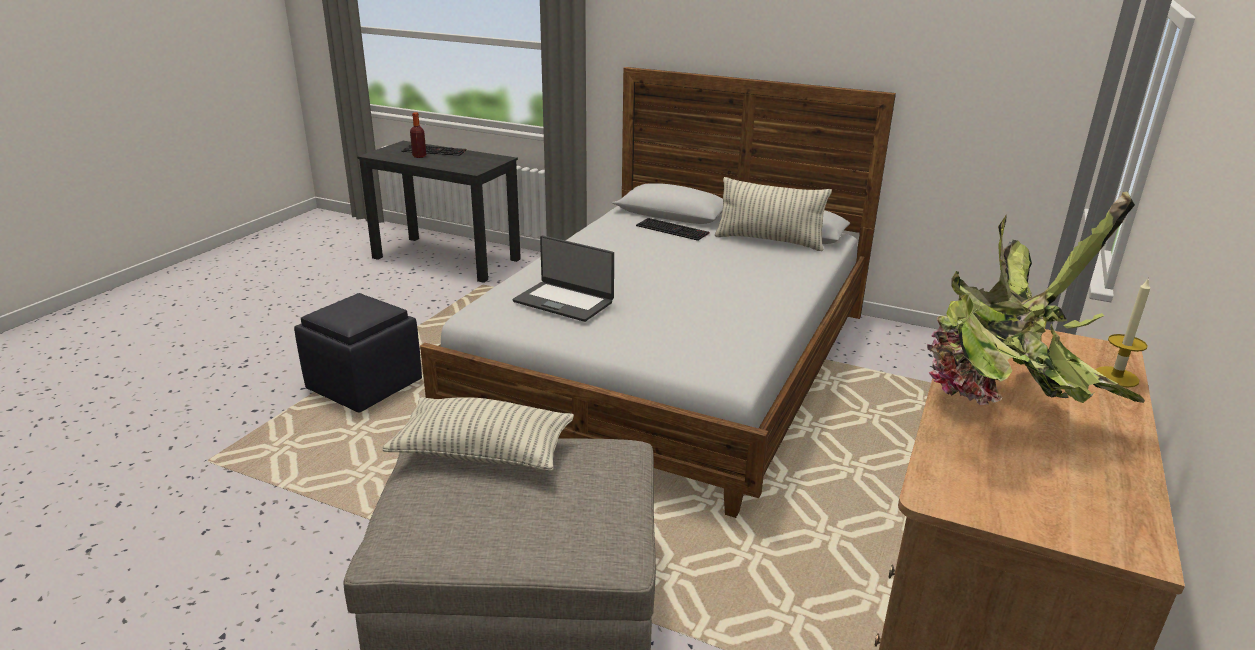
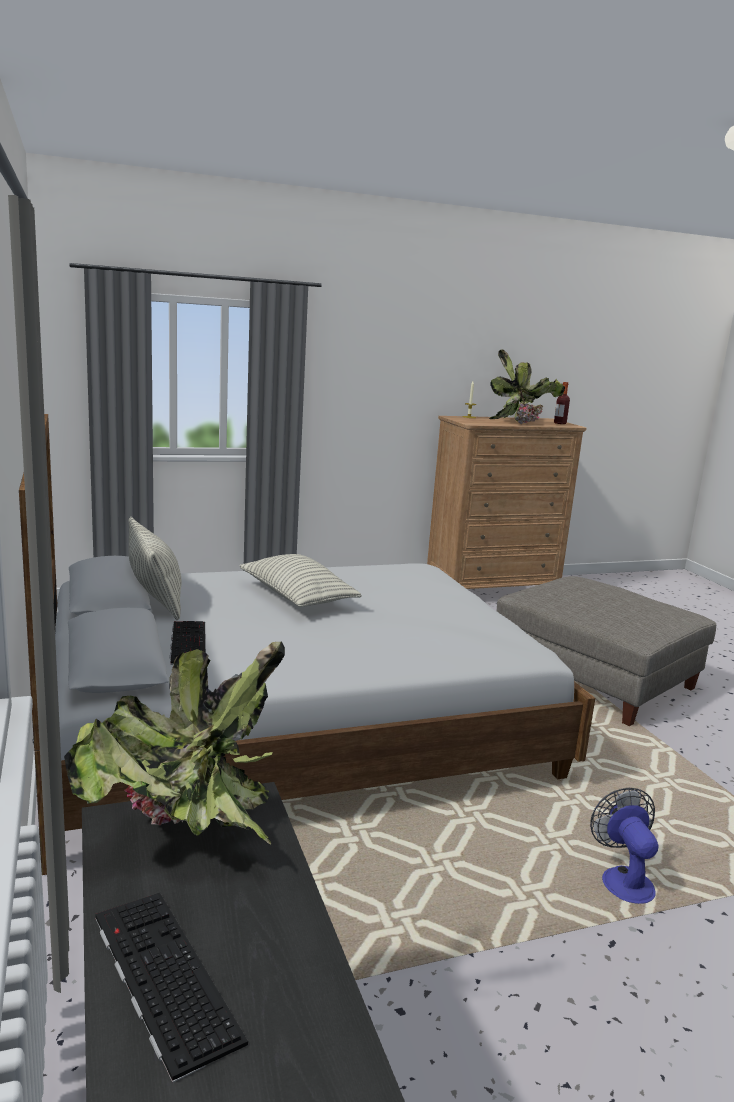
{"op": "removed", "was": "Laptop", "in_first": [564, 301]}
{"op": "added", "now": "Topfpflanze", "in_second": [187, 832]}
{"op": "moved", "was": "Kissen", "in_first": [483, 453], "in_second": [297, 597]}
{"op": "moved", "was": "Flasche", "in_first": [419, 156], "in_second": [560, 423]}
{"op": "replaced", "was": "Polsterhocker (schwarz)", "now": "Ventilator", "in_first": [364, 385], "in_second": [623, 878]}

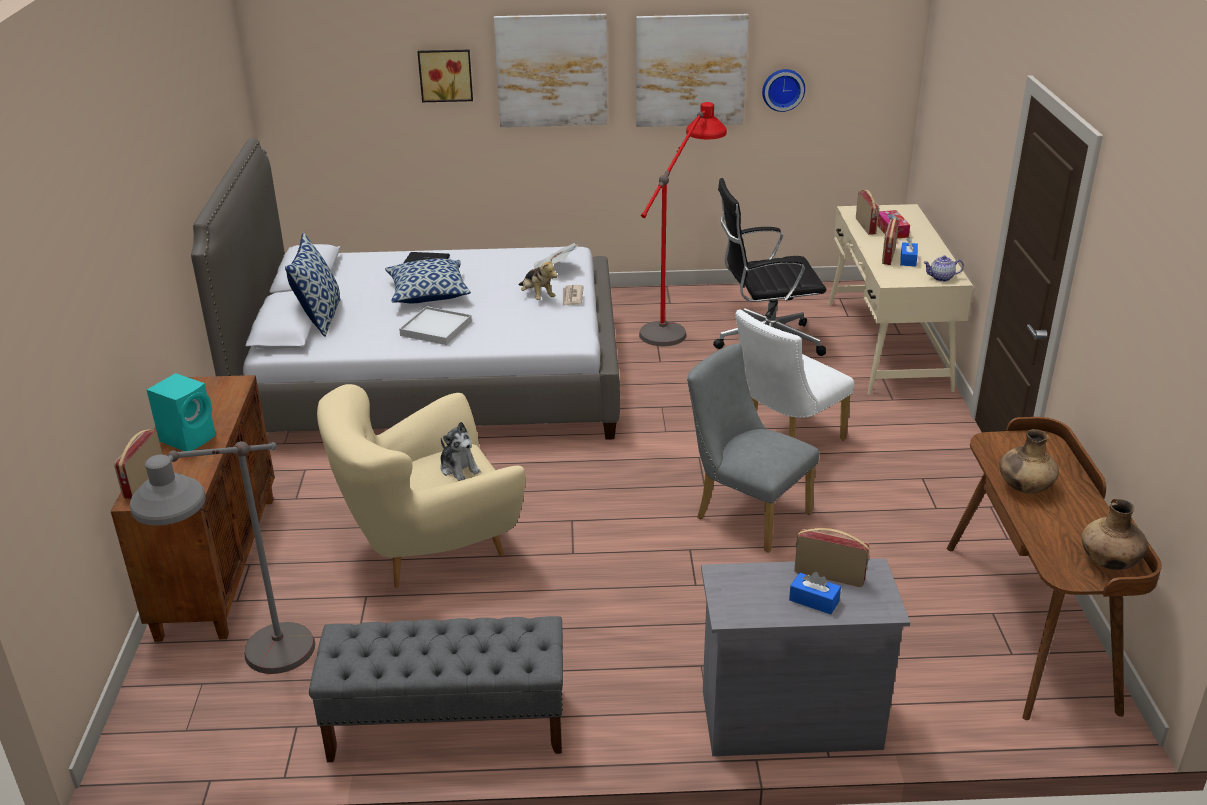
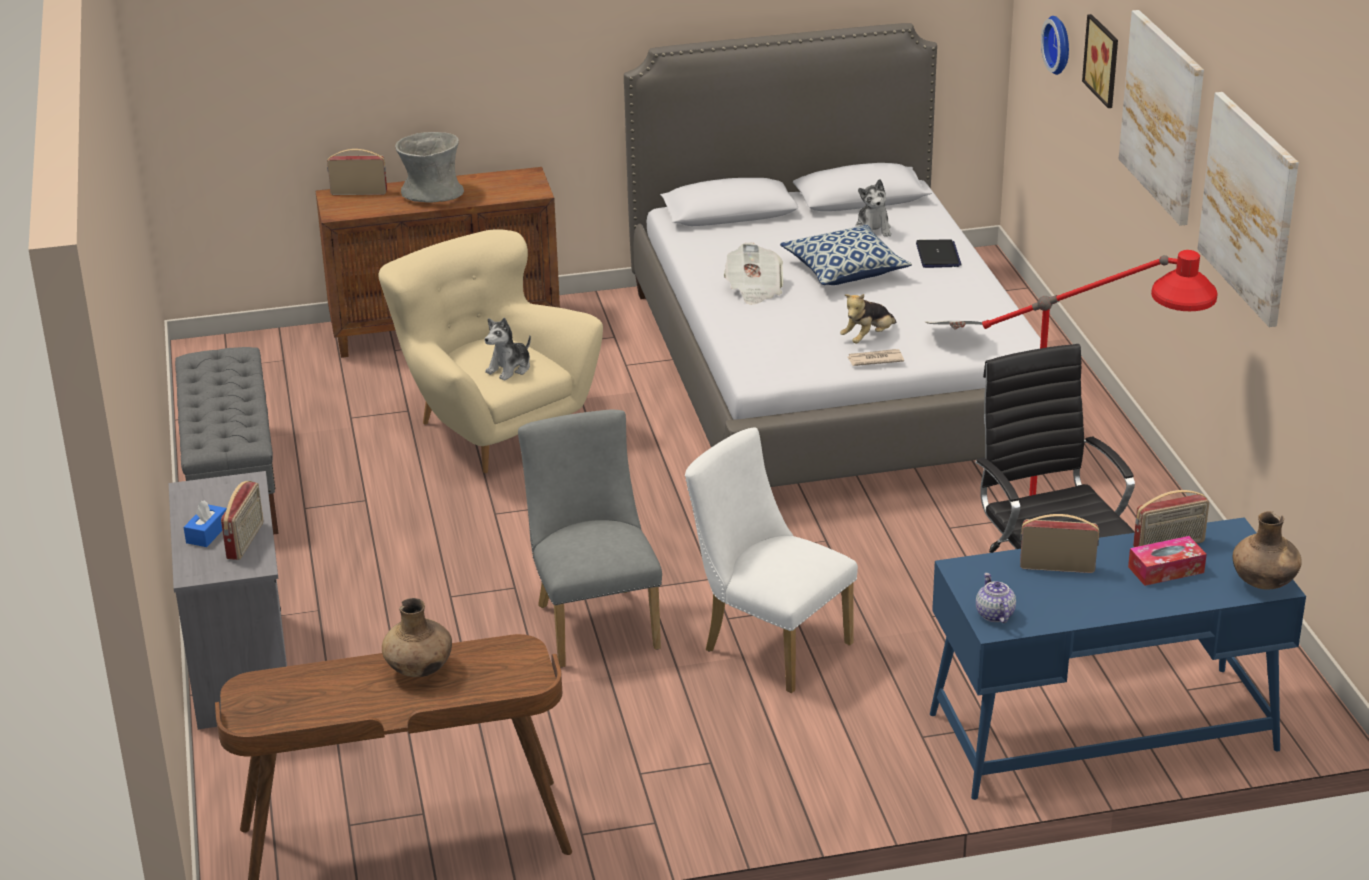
{"op": "removed", "was": "Stehlampe (grau)", "in_first": [259, 684]}
{"op": "removed", "was": "Kissen", "in_first": [319, 318]}
{"op": "removed", "was": "Taschentuchbox (blau)", "in_first": [908, 260]}
{"op": "added", "now": "Plüschtier", "in_second": [873, 229]}
{"op": "moved", "was": "Wanduhr", "in_first": [783, 89], "in_second": [1060, 44]}
{"op": "moved", "was": "Vase (braun)", "in_first": [1109, 562], "in_second": [1263, 583]}
{"op": "replaced", "was": "Lautsprecher (türkis)", "now": "Vase (grau)", "in_first": [189, 438], "in_second": [432, 194]}
{"op": "replaced", "was": "Tablett (weiß)", "now": "Zeitung", "in_first": [436, 329], "in_second": [754, 289]}
{"op": "recoloured", "was": "Schreibtisch (beige)", "now": "Schreibtisch (blau)", "in_first": [887, 345], "in_second": [1101, 731]}
{"op": "turned", "was": "Stuhl (grau)", "in_first": [745, 513], "in_second": [594, 621], "clockwise": -45}

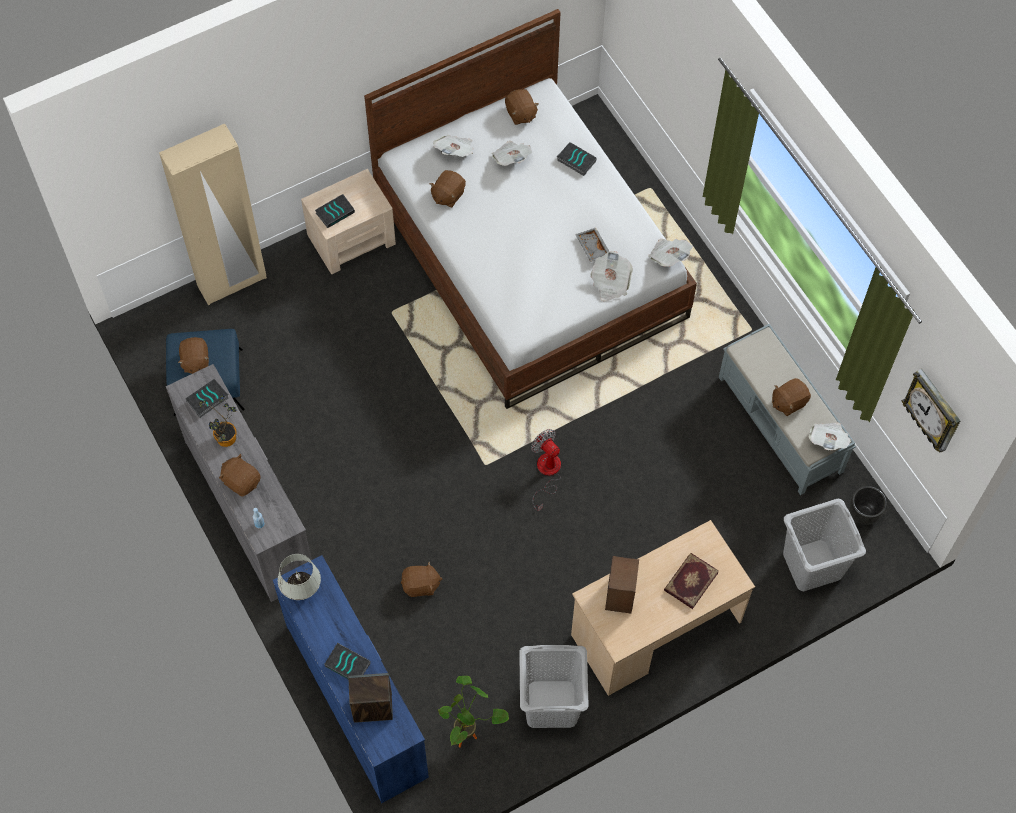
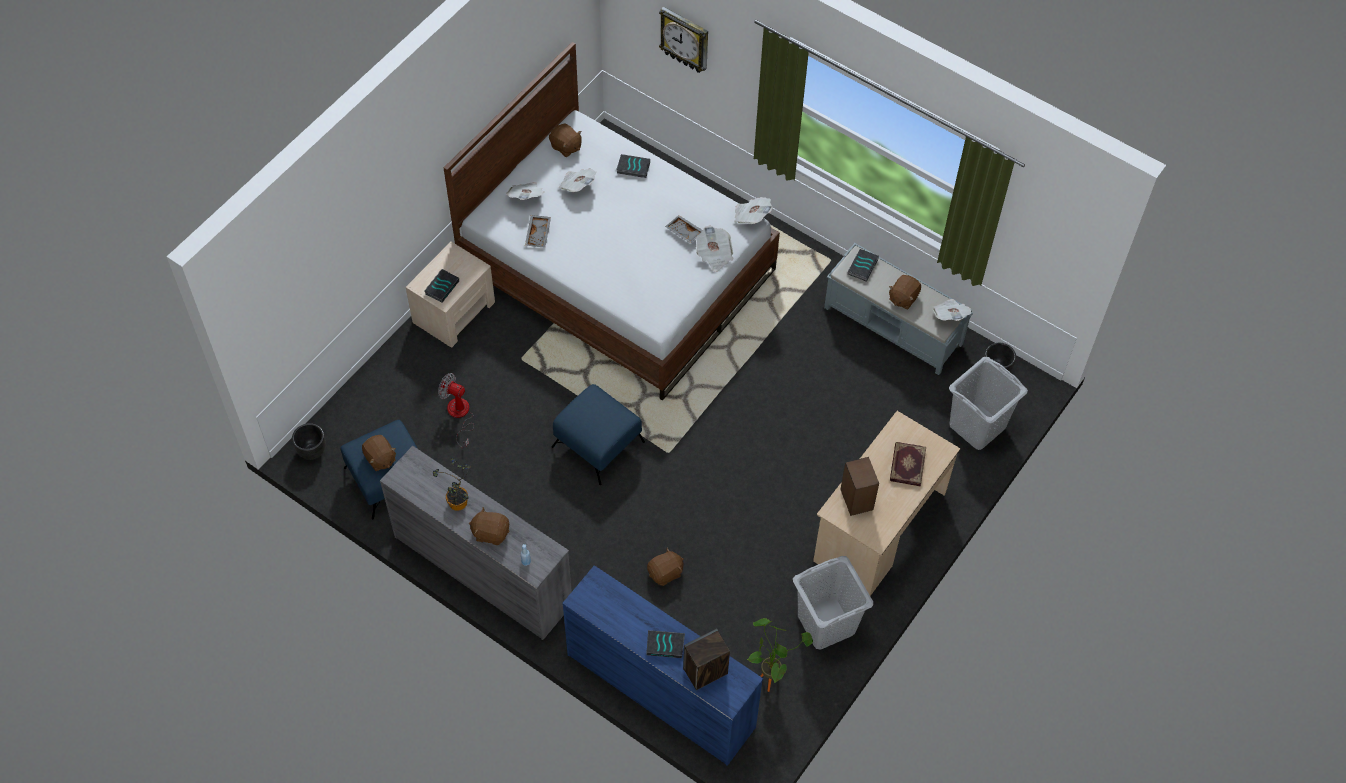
{"op": "removed", "was": "Kleiderschrank (beige)", "in_first": [232, 282]}
{"op": "removed", "was": "Tischlampe (weiß)", "in_first": [302, 591]}
{"op": "added", "now": "Pflanzkübel (schwarz)", "in_second": [312, 451]}
{"op": "added", "now": "Polsterhocker (blau)", "in_second": [598, 443]}
{"op": "moved", "was": "Buch", "in_first": [207, 400], "in_second": [863, 267]}
{"op": "moved", "was": "Ventilator", "in_first": [547, 473], "in_second": [459, 415]}
{"op": "moved", "was": "Wanduhr", "in_first": [933, 411], "in_second": [685, 40]}
{"op": "replaced", "was": "Plüschtier (braun)", "now": "Tablett (grau)", "in_first": [448, 195], "in_second": [539, 234]}

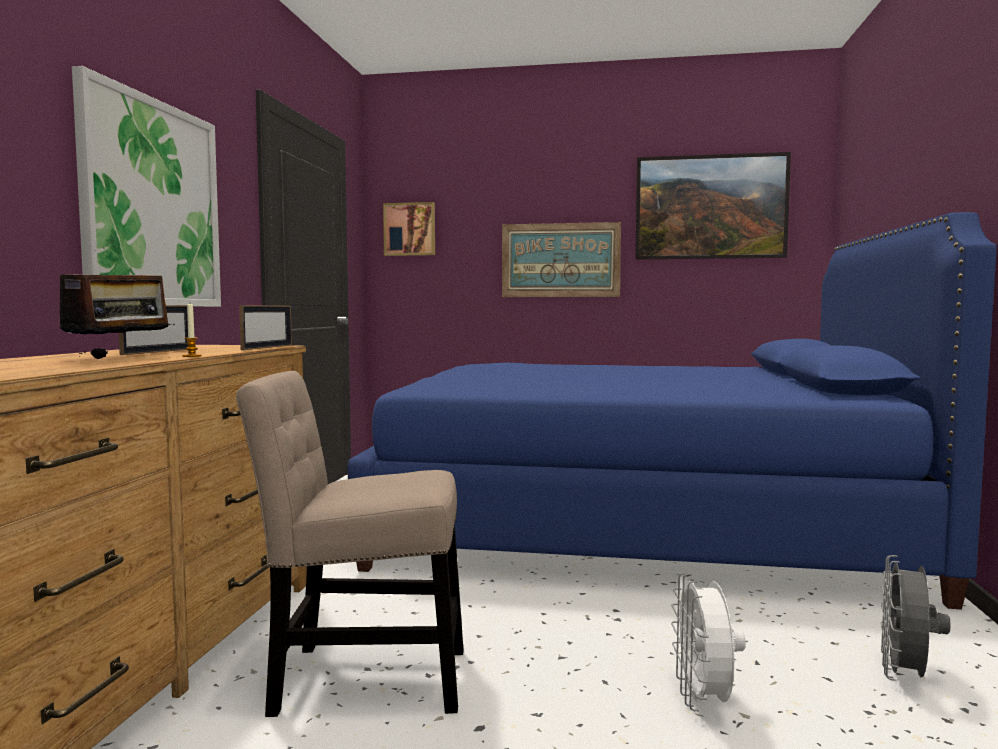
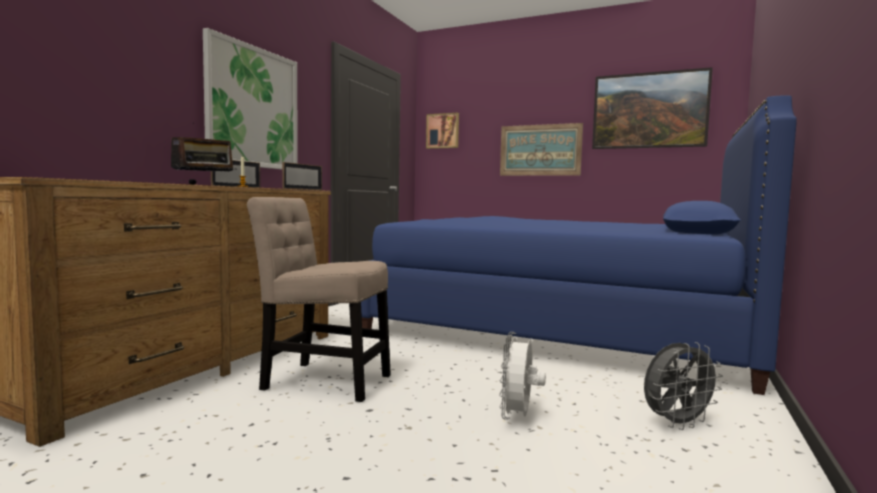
{"op": "turned", "was": "Ventilator (grau)", "in_first": [905, 676], "in_second": [677, 424], "clockwise": -150}

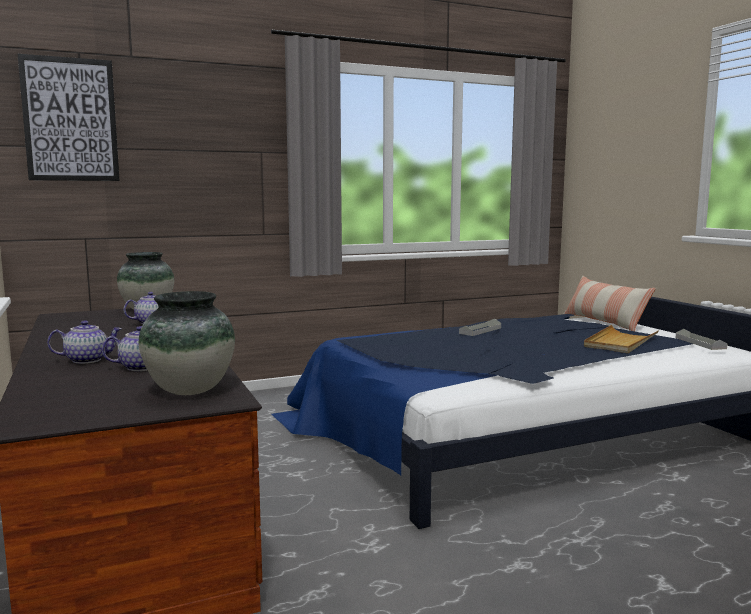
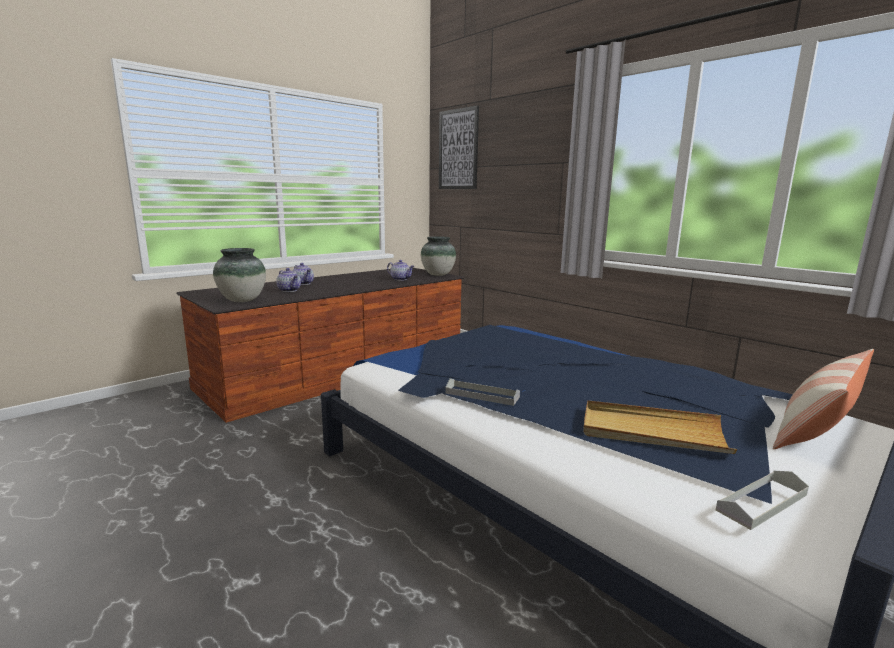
{"op": "moved", "was": "Tablett (grau)", "in_first": [480, 330], "in_second": [482, 395]}

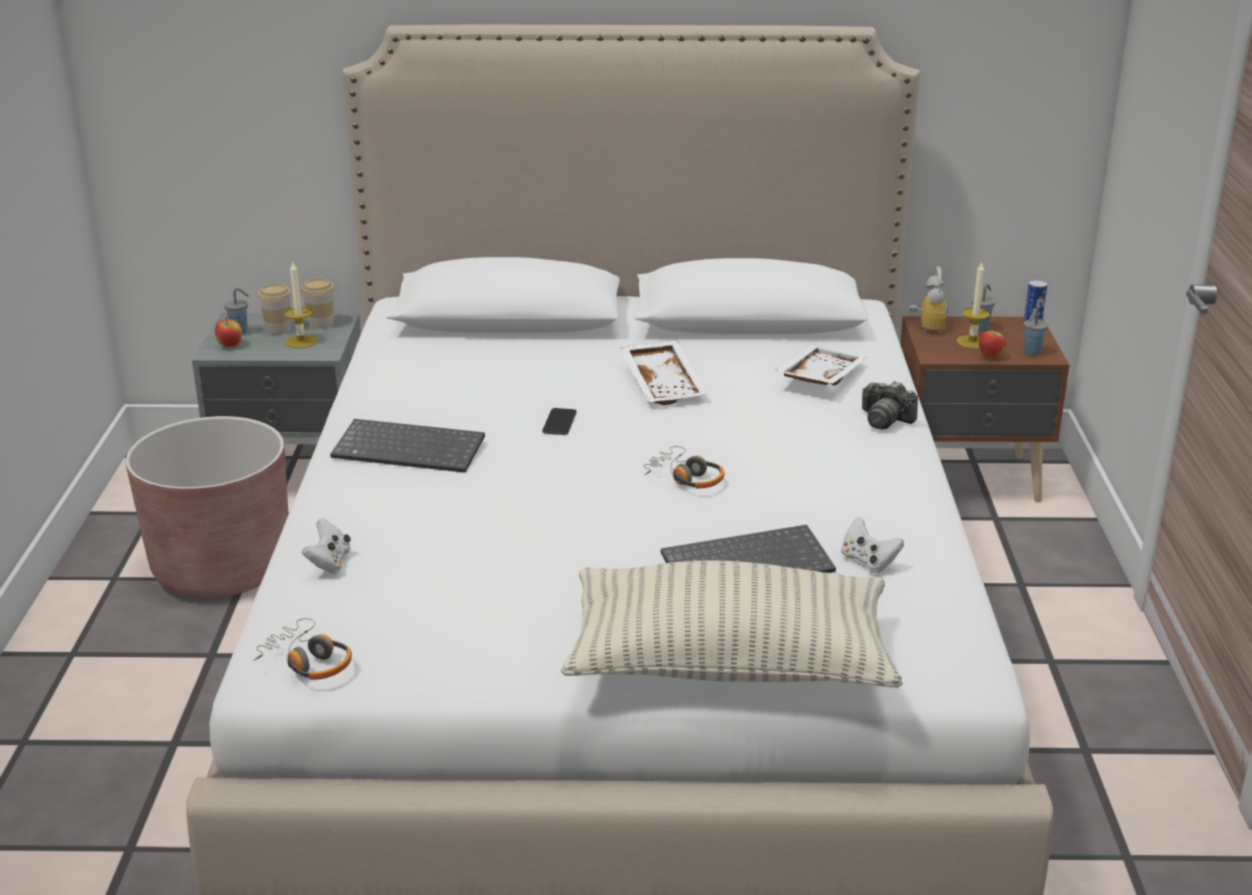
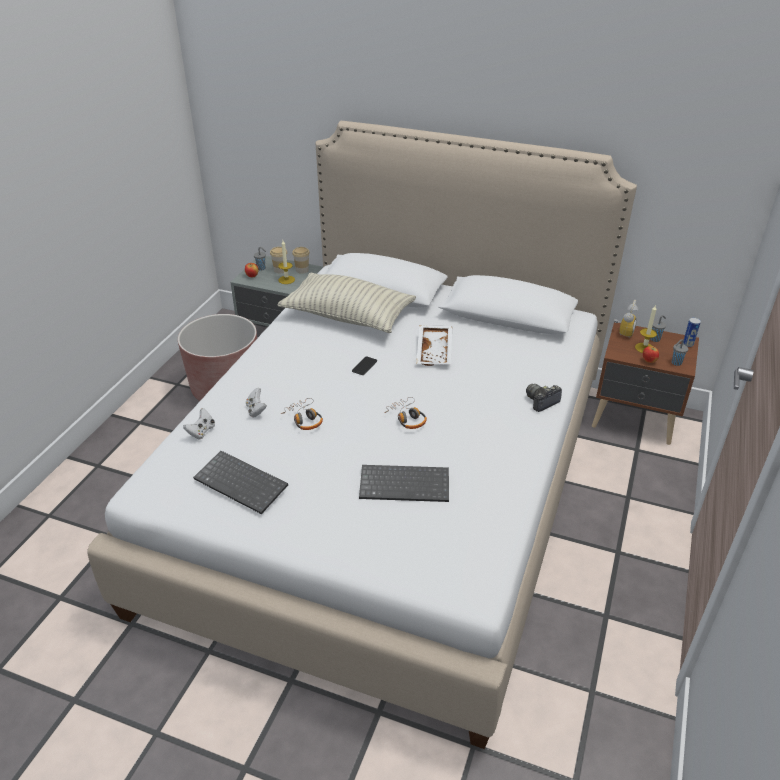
{"op": "removed", "was": "Tablett (weiß)", "in_first": [818, 377]}
{"op": "moved", "was": "Kopfhörer", "in_first": [307, 661], "in_second": [304, 419]}
{"op": "moved", "was": "Tastatur", "in_first": [411, 448], "in_second": [243, 483]}
{"op": "moved", "was": "Kissen", "in_first": [729, 664], "in_second": [348, 316]}
{"op": "moved", "was": "Gamepad (weiß)", "in_first": [868, 561], "in_second": [256, 410]}
{"op": "turned", "was": "Kamera", "in_first": [885, 420], "in_second": [541, 402], "clockwise": 90}

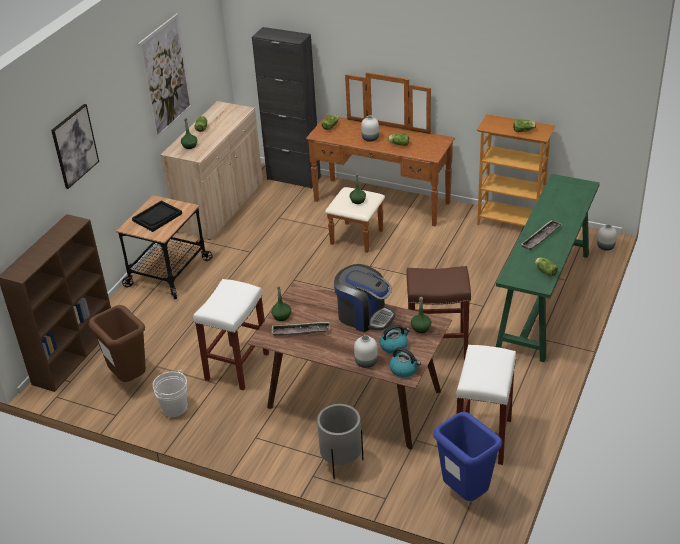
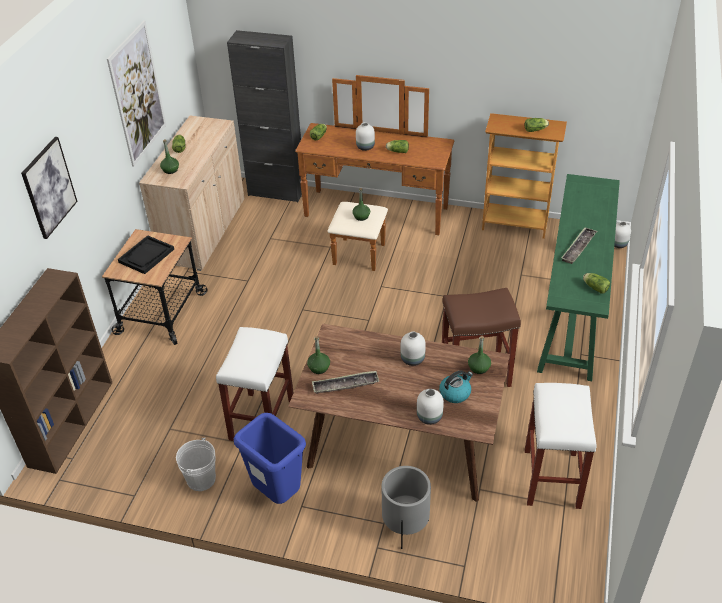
{"op": "removed", "was": "Mülleimer (braun)", "in_first": [129, 378]}
{"op": "removed", "was": "Wasserkessel", "in_first": [404, 369]}
{"op": "moved", "was": "Mülleimer (blau)", "in_first": [465, 494], "in_second": [278, 495]}
{"op": "replaced", "was": "Kaffeemaschine", "now": "Vase (weiß)", "in_first": [364, 316], "in_second": [412, 359]}

